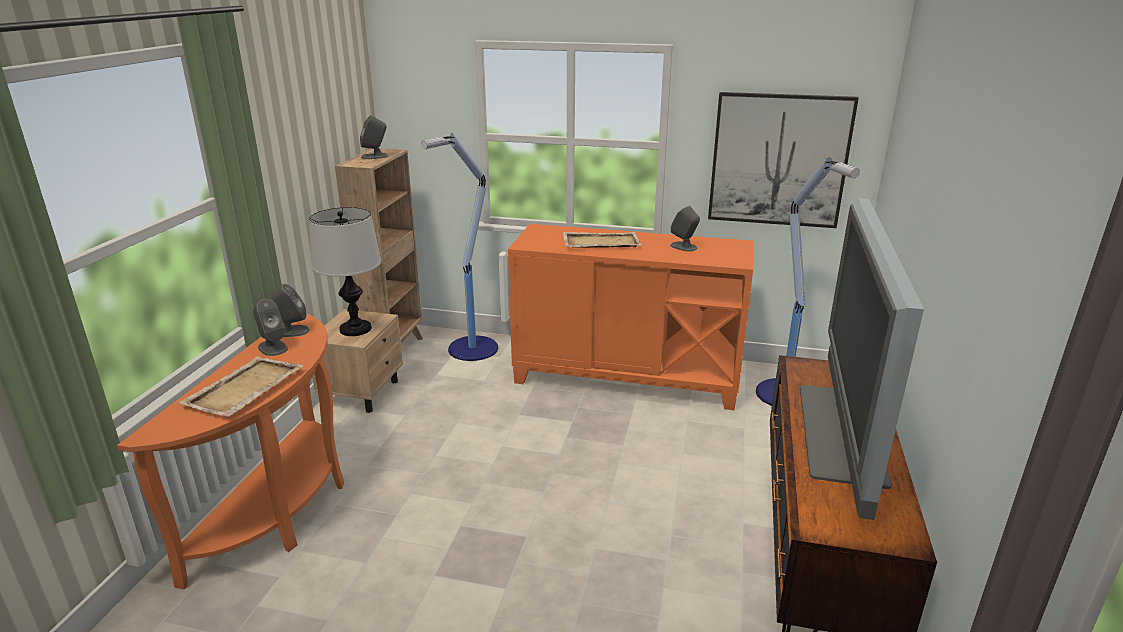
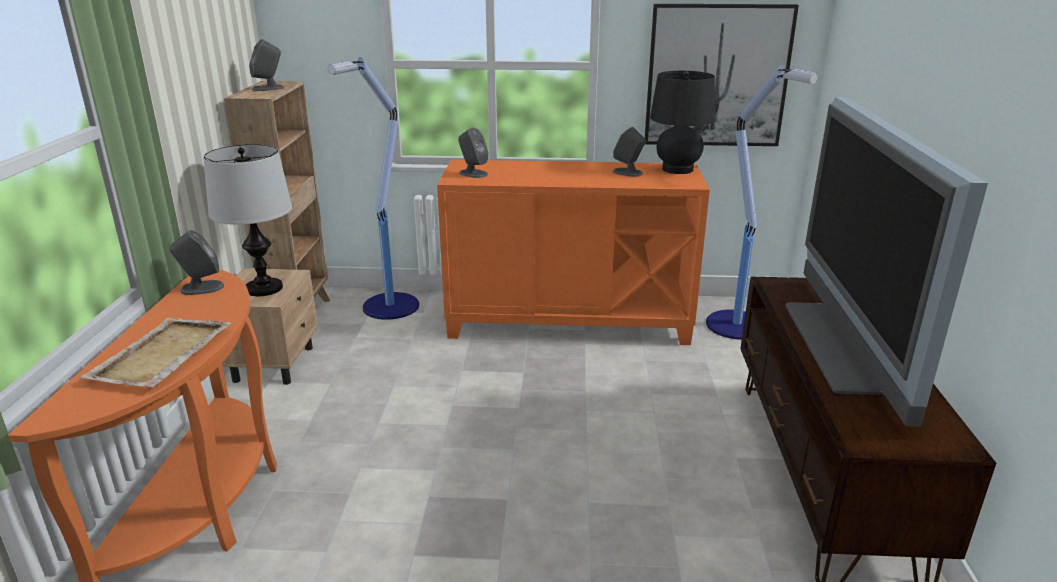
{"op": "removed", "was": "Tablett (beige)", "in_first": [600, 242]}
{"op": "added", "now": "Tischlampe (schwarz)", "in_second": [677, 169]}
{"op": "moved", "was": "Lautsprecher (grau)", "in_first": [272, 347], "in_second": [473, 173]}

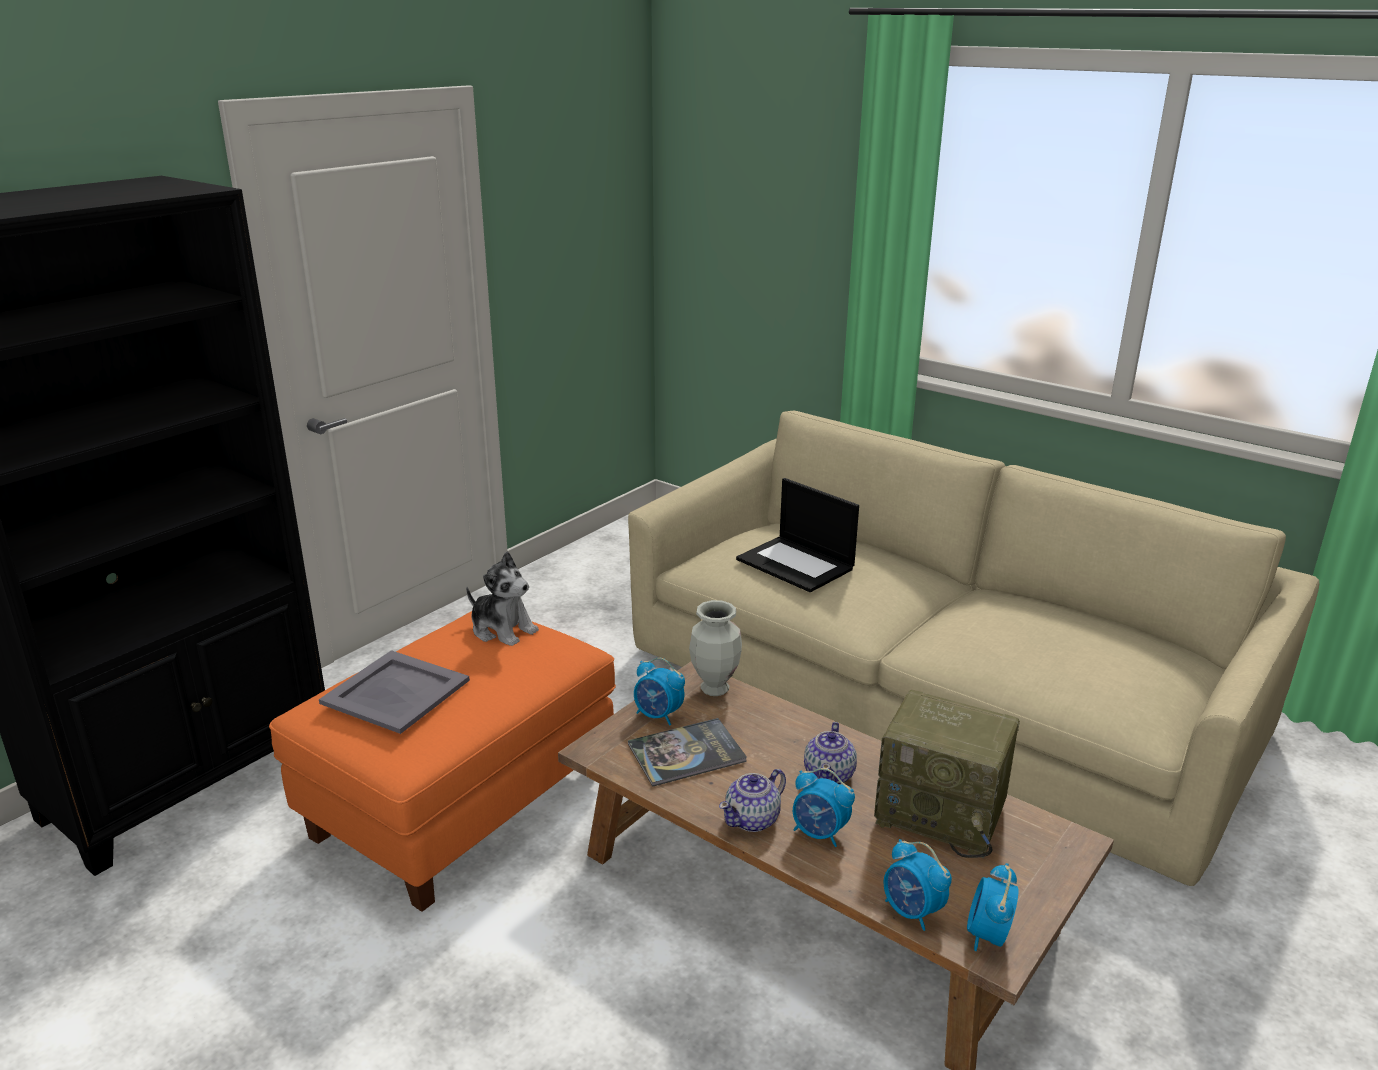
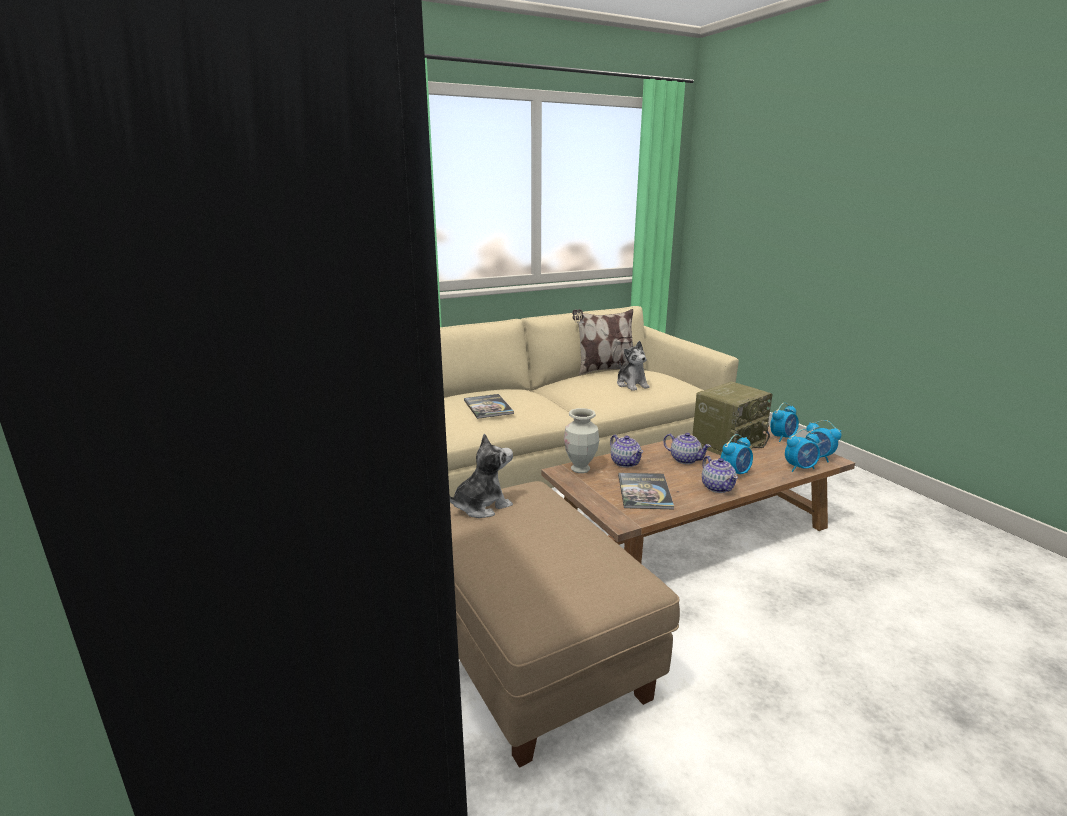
{"op": "removed", "was": "Tablett (grau)", "in_first": [397, 691]}
{"op": "added", "now": "Kissen", "in_second": [604, 370]}
{"op": "added", "now": "Teekanne", "in_second": [625, 462]}
{"op": "added", "now": "Plüschtier", "in_second": [631, 385]}
{"op": "moved", "was": "Wecker", "in_first": [658, 715], "in_second": [782, 437]}
{"op": "replaced", "was": "Laptop", "now": "Buch", "in_first": [797, 564], "in_second": [488, 407]}
{"op": "recoloured", "was": "Polsterhocker (orange)", "now": "Polsterhocker (beige)", "in_first": [462, 801], "in_second": [529, 651]}

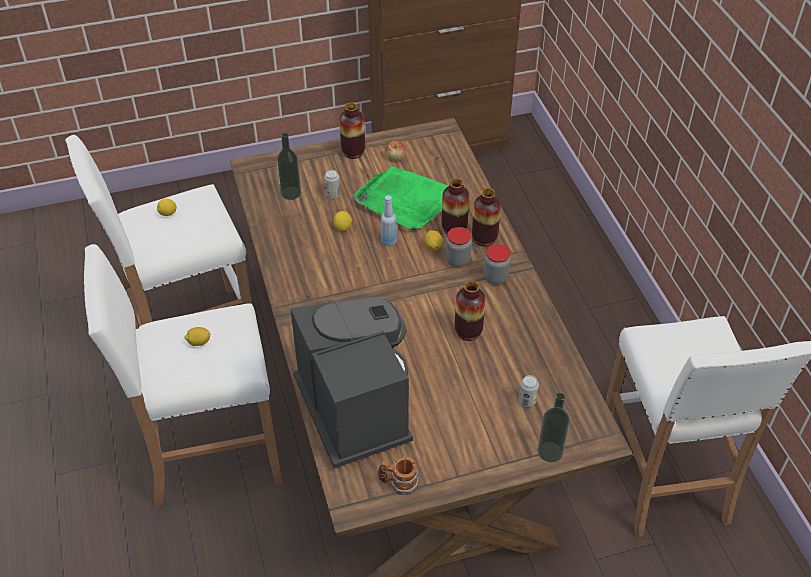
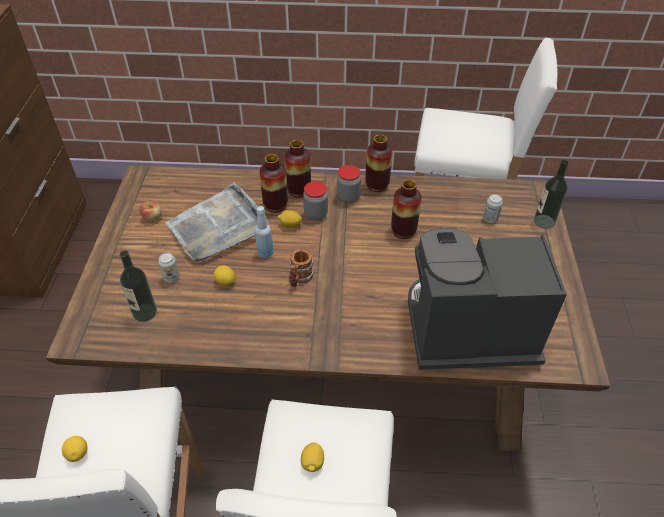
{"op": "moved", "was": "Vase", "in_first": [353, 152], "in_second": [377, 185]}
{"op": "moved", "was": "Henkelbecher", "in_first": [398, 483], "in_second": [299, 278]}
{"op": "recoloured", "was": "Tablett (grün)", "now": "Tablett (grau)", "in_first": [406, 200], "in_second": [218, 226]}

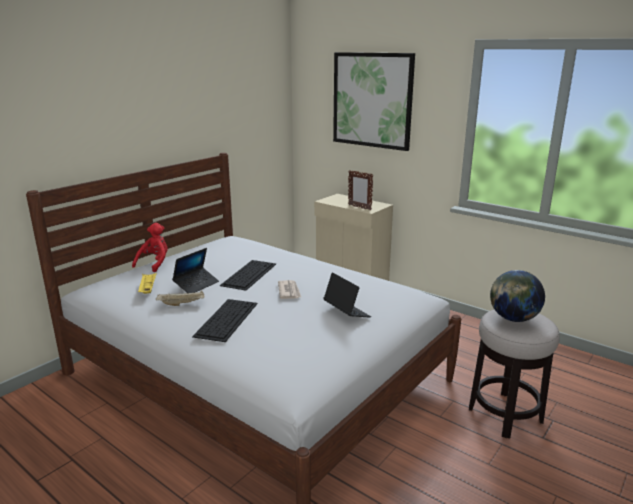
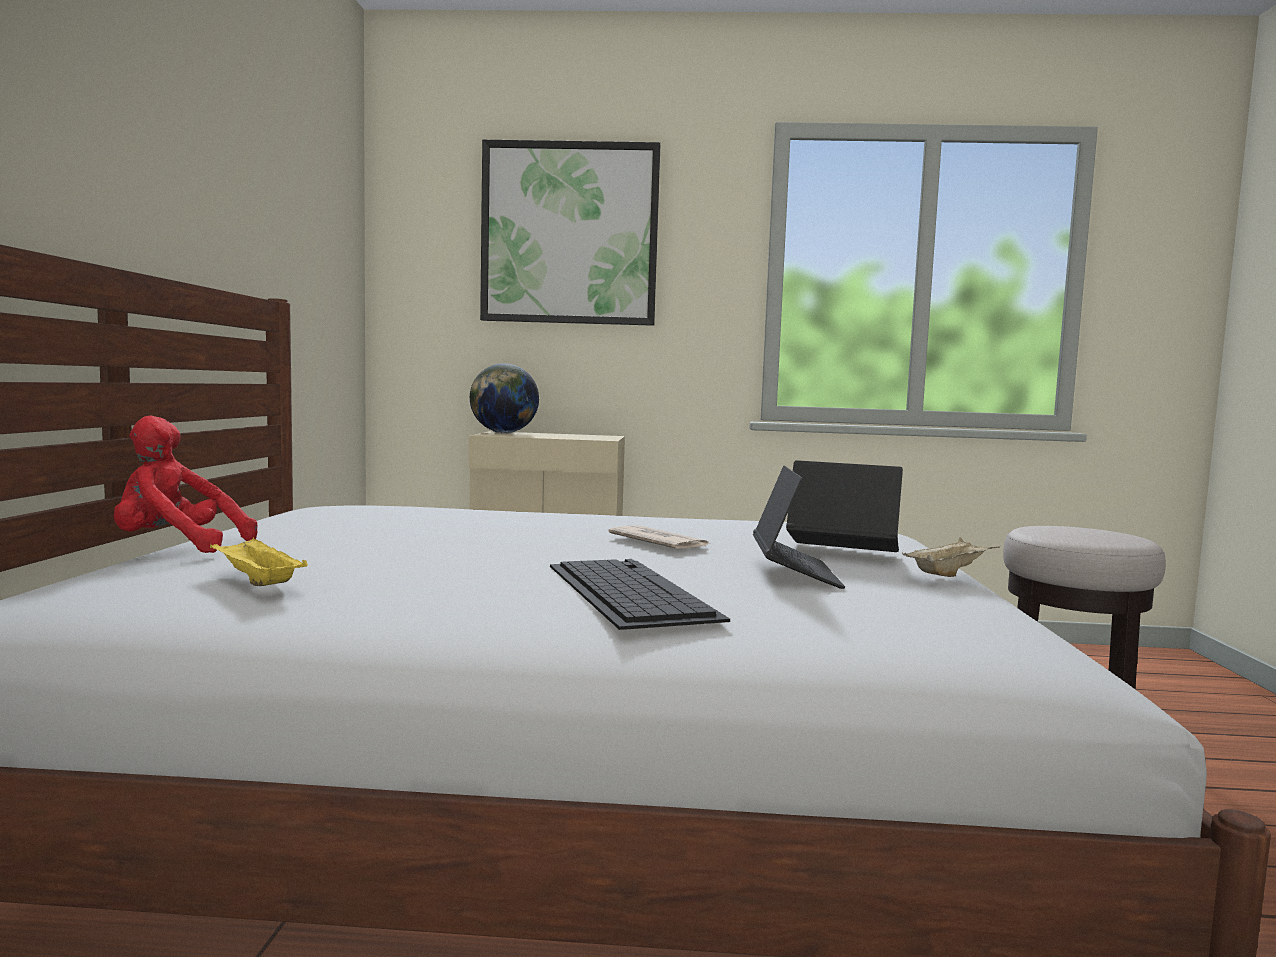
{"op": "removed", "was": "Tastatur", "in_first": [249, 274]}
{"op": "removed", "was": "Bilderrahmen", "in_first": [359, 207]}
{"op": "moved", "was": "Tablett (beige)", "in_first": [182, 304], "in_second": [949, 573]}
{"op": "moved", "was": "Laptop", "in_first": [196, 284], "in_second": [794, 573]}
{"op": "moved", "was": "Globus", "in_first": [513, 319], "in_second": [503, 433]}
{"op": "turned", "was": "Plüschtier (rot)", "in_first": [154, 263], "in_second": [176, 547], "clockwise": -75}

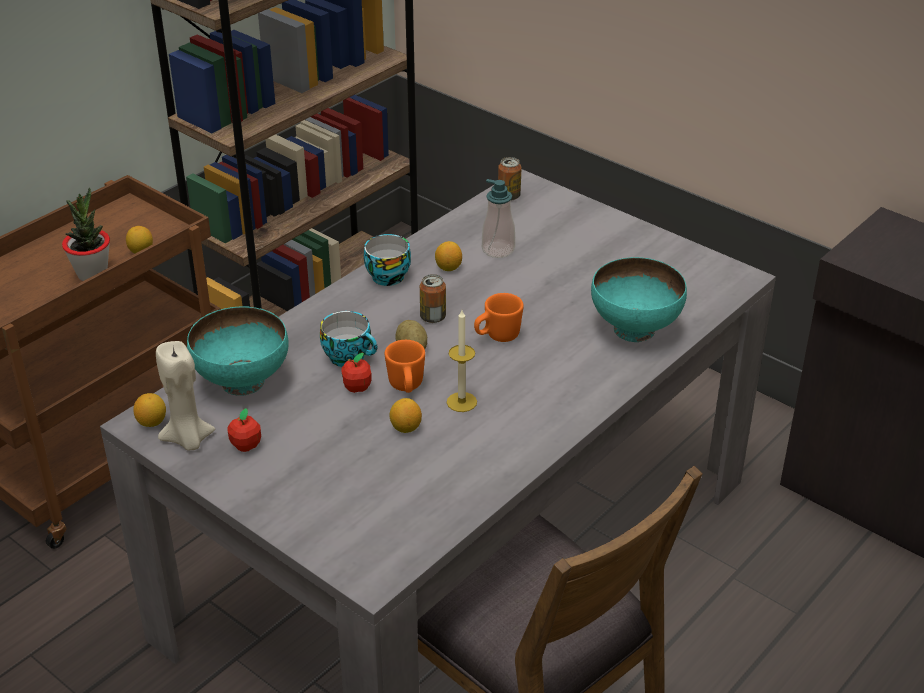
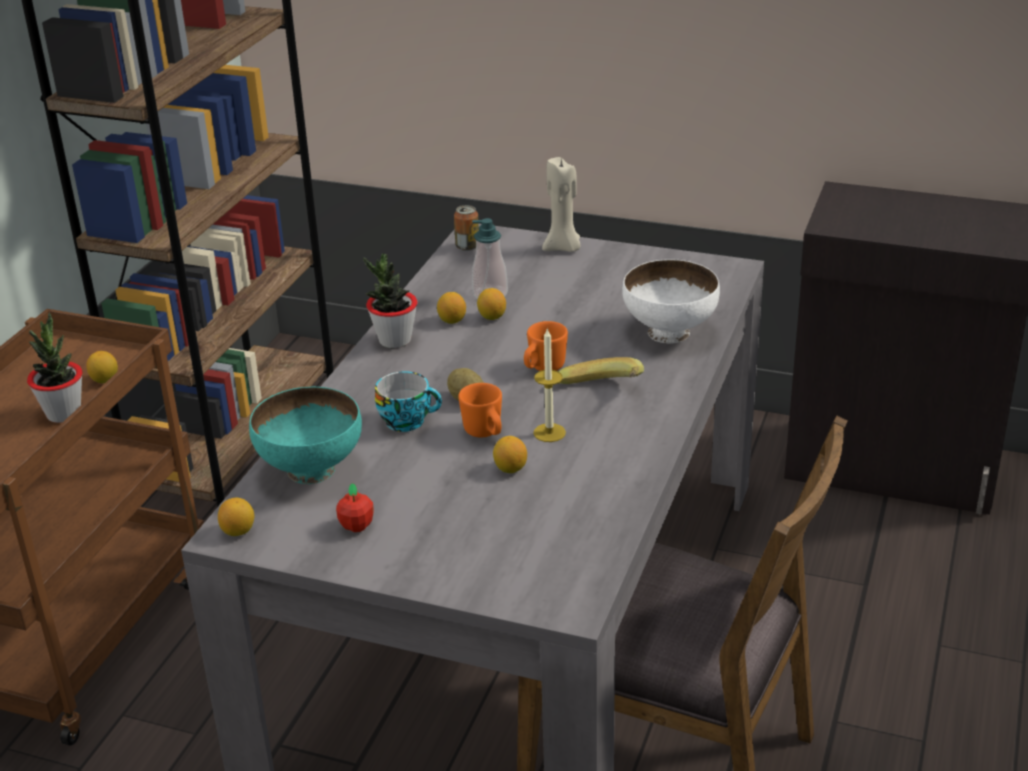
{"op": "removed", "was": "Apfel", "in_first": [357, 387]}
{"op": "removed", "was": "Dose", "in_first": [433, 317]}
{"op": "added", "now": "Zitrone", "in_second": [491, 317]}
{"op": "added", "now": "Banane", "in_second": [601, 394]}
{"op": "moved", "was": "Kerze (beige)", "in_first": [188, 440], "in_second": [563, 248]}
{"op": "replaced", "was": "Tasse", "now": "Topfpflanze", "in_first": [387, 275], "in_second": [394, 340]}
{"op": "recoloured", "was": "Schüssel (türkis)", "now": "Schüssel (weiß)", "in_first": [635, 330], "in_second": [670, 333]}

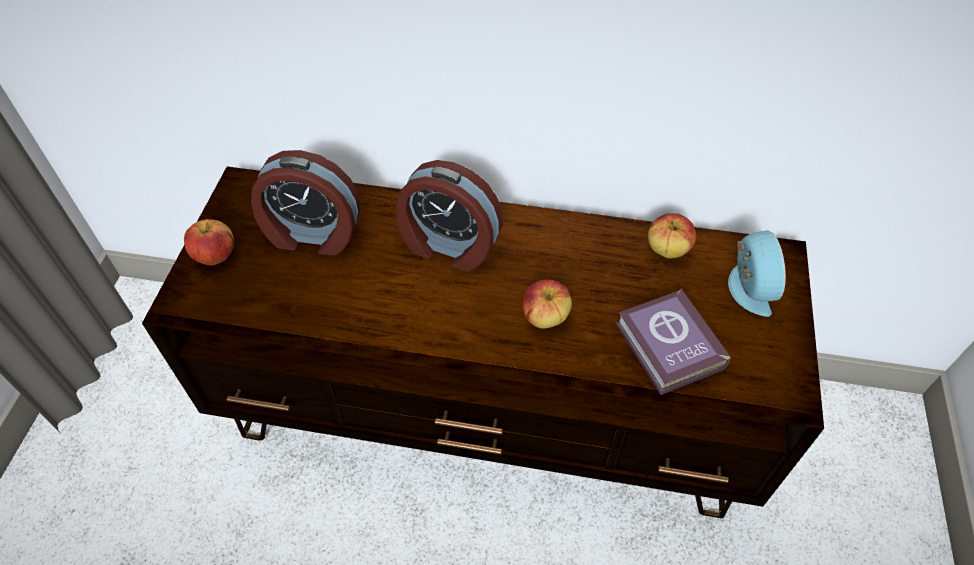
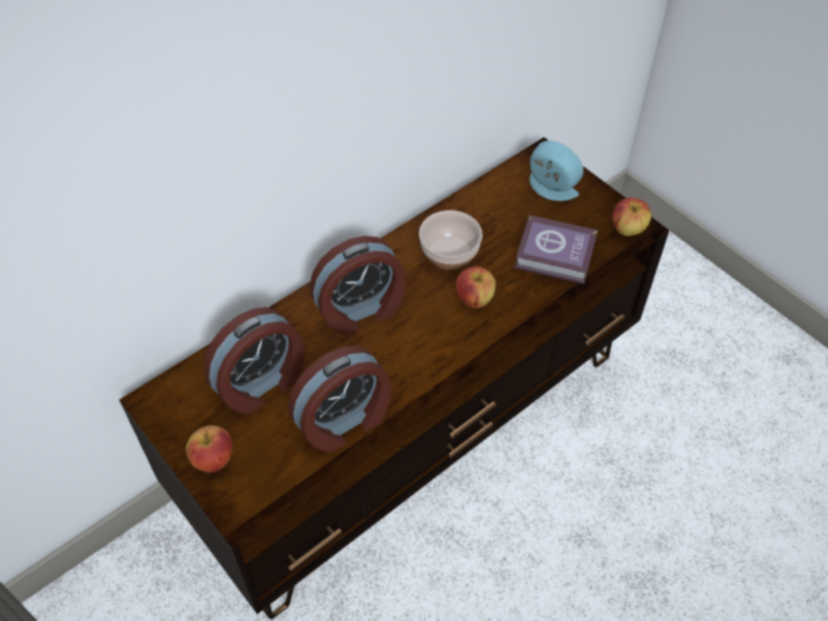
{"op": "added", "now": "Wecker", "in_second": [345, 421]}
{"op": "added", "now": "Schüssel", "in_second": [449, 252]}
{"op": "moved", "was": "Apfel", "in_first": [667, 250], "in_second": [627, 229]}

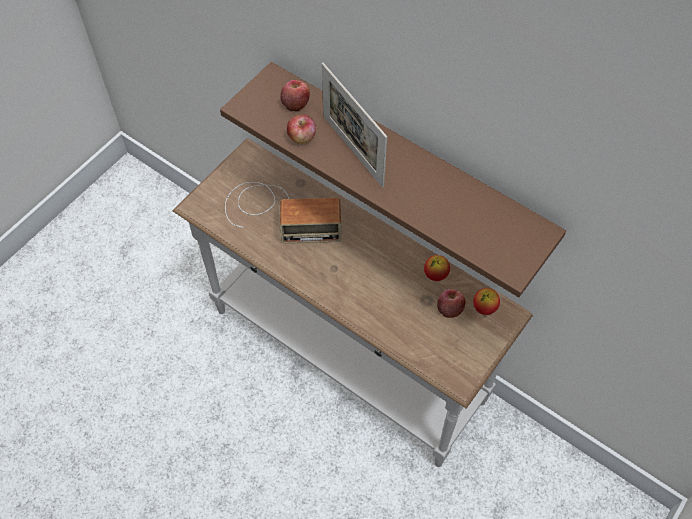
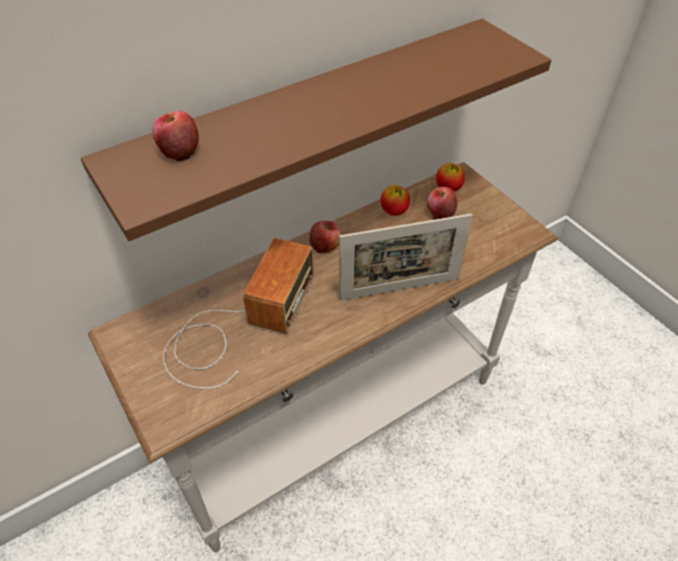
{"op": "moved", "was": "Apfel", "in_first": [302, 137], "in_second": [325, 246]}
{"op": "moved", "was": "Bilderrahmen", "in_first": [352, 150], "in_second": [399, 289]}

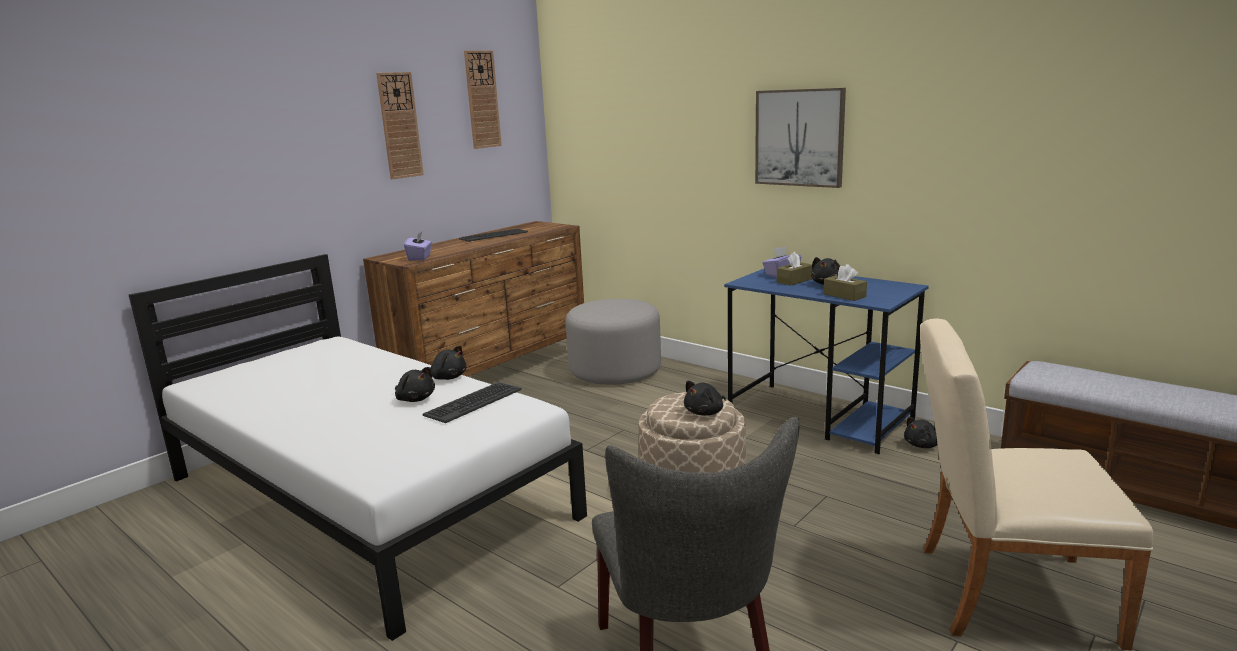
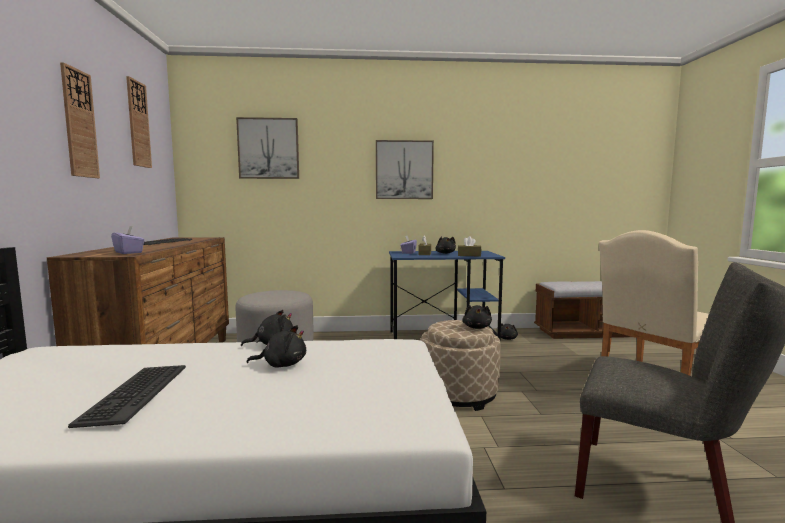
{"op": "added", "now": "Bild", "in_second": [268, 148]}
{"op": "moved", "was": "Tastatur", "in_first": [473, 402], "in_second": [134, 394]}

